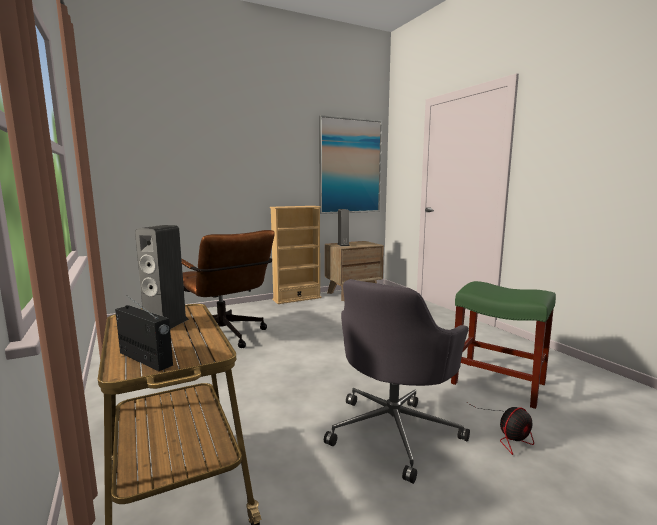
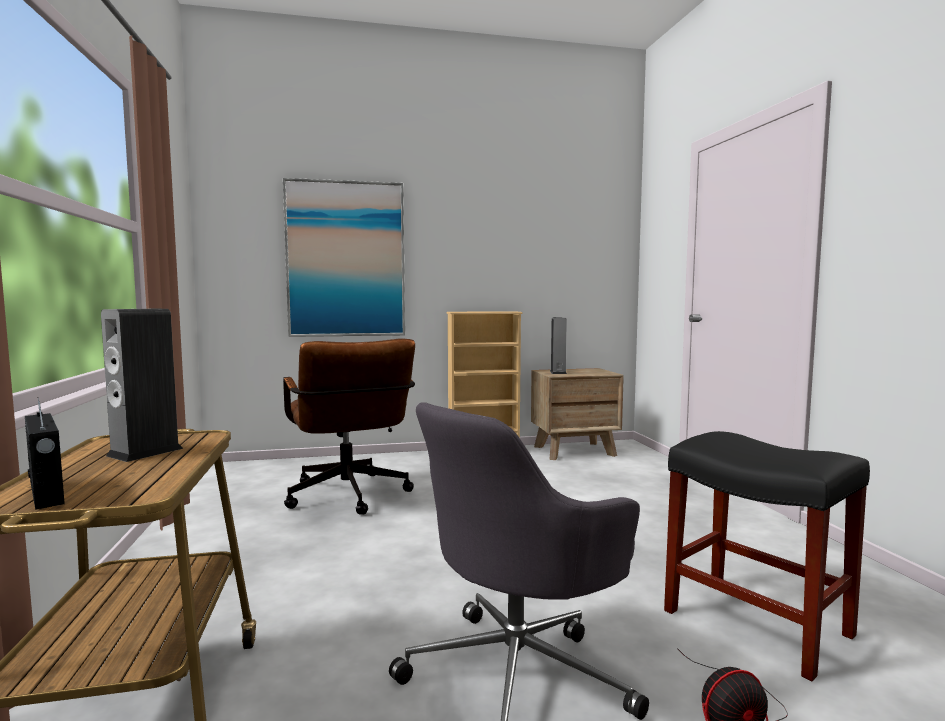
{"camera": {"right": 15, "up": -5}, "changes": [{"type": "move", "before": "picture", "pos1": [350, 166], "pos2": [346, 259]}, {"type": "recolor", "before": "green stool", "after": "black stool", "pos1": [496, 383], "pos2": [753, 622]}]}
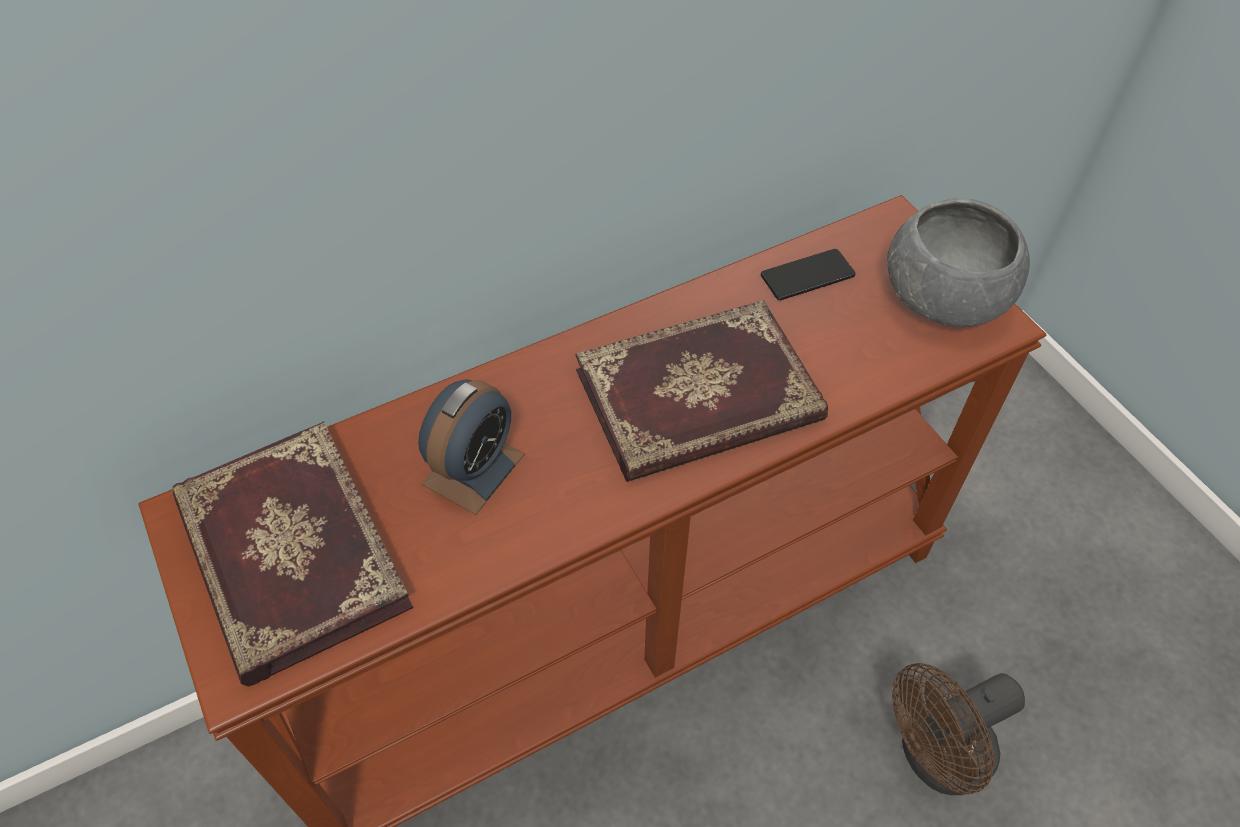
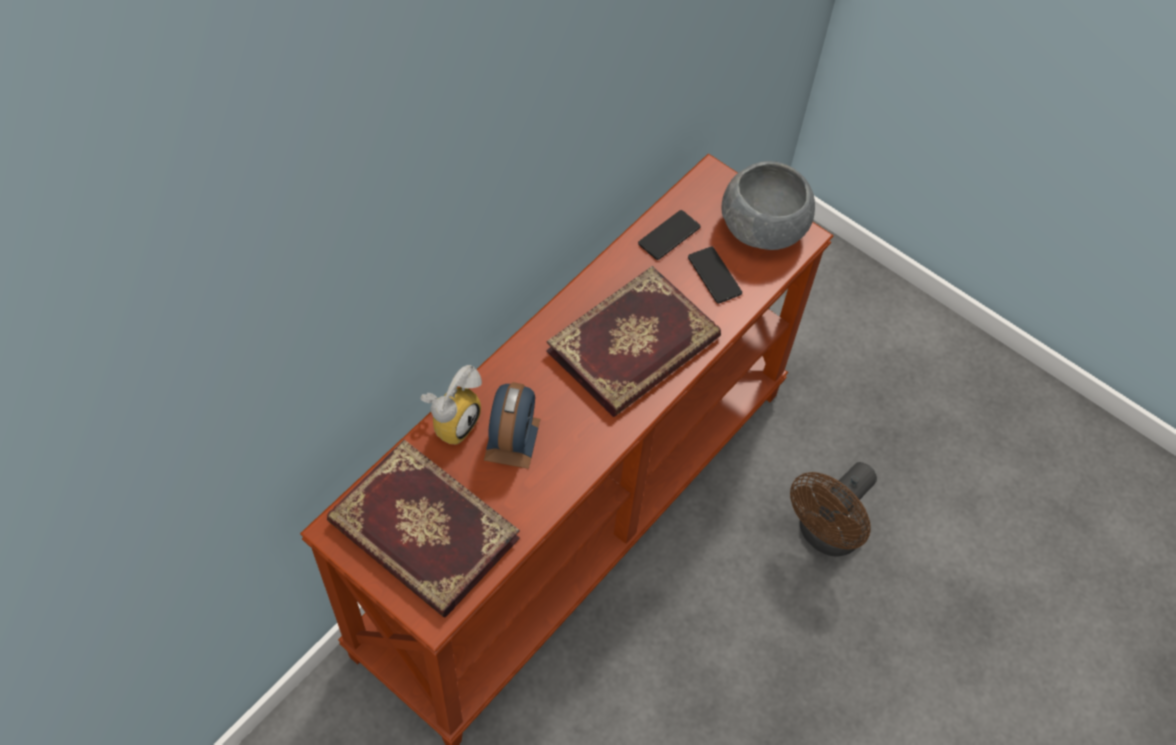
{"camera": {"right": -25, "up": 5}, "changes": [{"type": "insert", "after": "phone", "pos2": [714, 275]}, {"type": "insert", "after": "alarm clock", "pos2": [452, 420]}]}
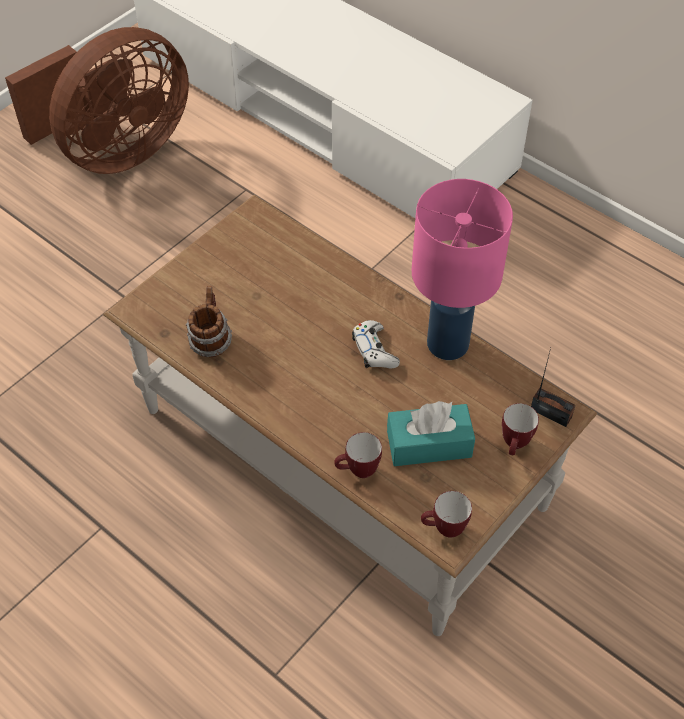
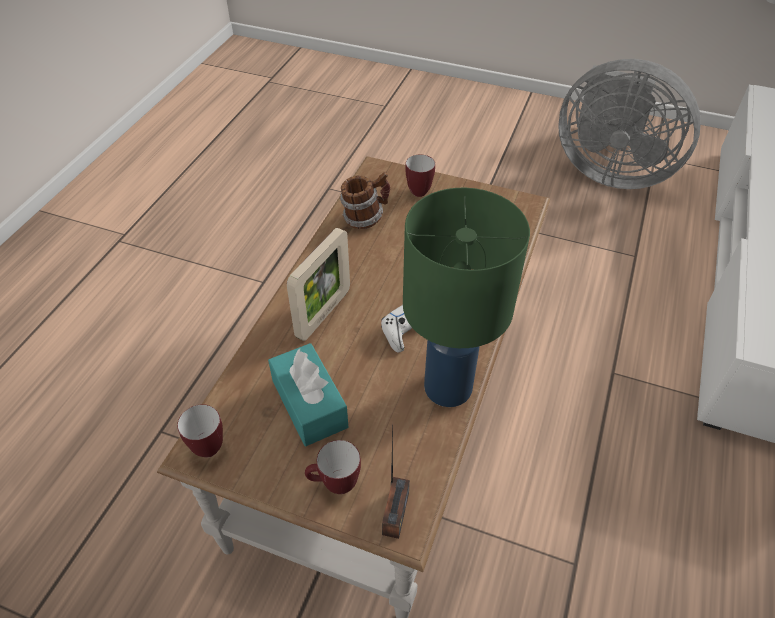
{"camera": {"right": 70, "up": -5}, "changes": [{"type": "recolor", "before": "brown fan", "after": "grey fan", "pos1": [116, 152], "pos2": [609, 171]}, {"type": "recolor", "before": "pink table lamp", "after": "green table lamp", "pos1": [447, 342], "pos2": [449, 386]}, {"type": "move", "before": "mug", "pos1": [357, 472], "pos2": [416, 190]}, {"type": "insert", "after": "picture frame", "pos2": [323, 314]}]}
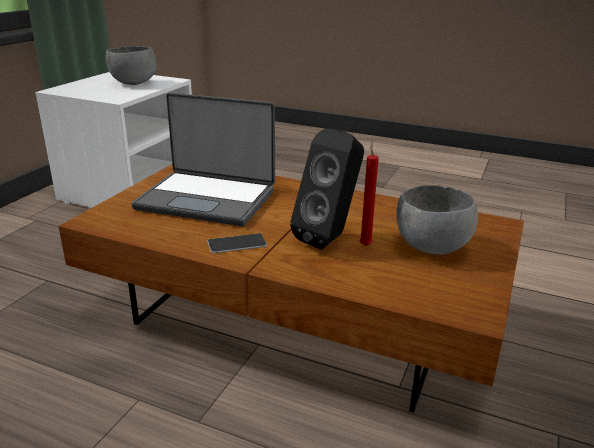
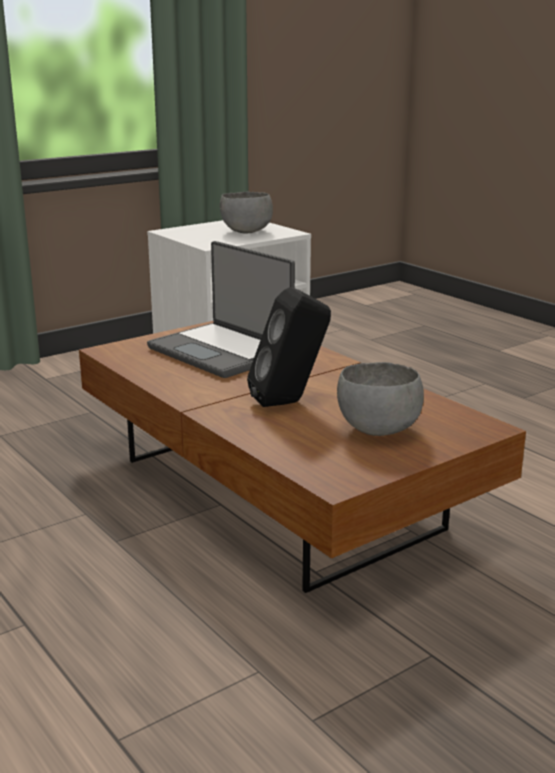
{"camera": {"right": 30, "up": -5}, "changes": [{"type": "delete", "before": "red candle", "pos1": [365, 245]}, {"type": "delete", "before": "phone", "pos1": [237, 243]}]}
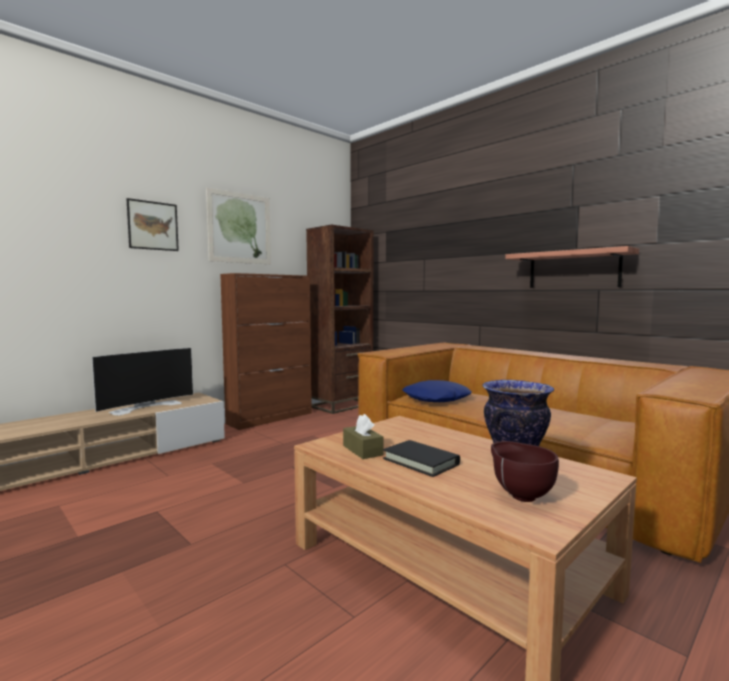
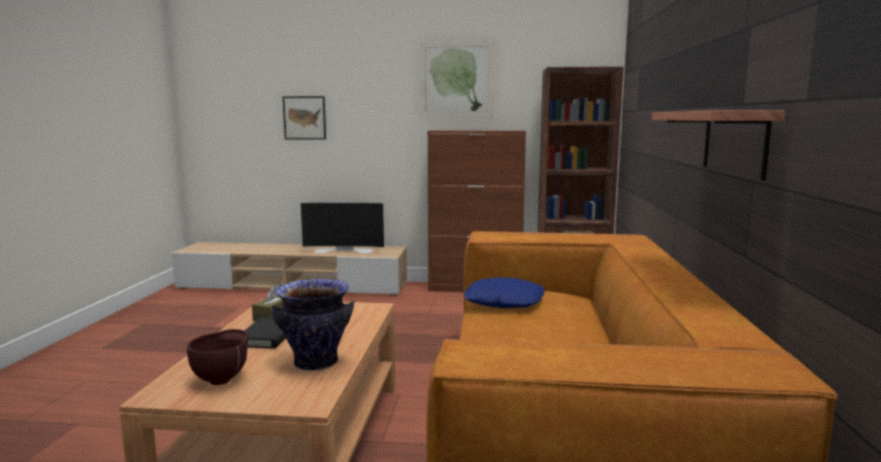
{"camera": {"right": 50, "up": 5}, "changes": [{"type": "move", "before": "picture", "pos1": [153, 225], "pos2": [304, 118]}]}
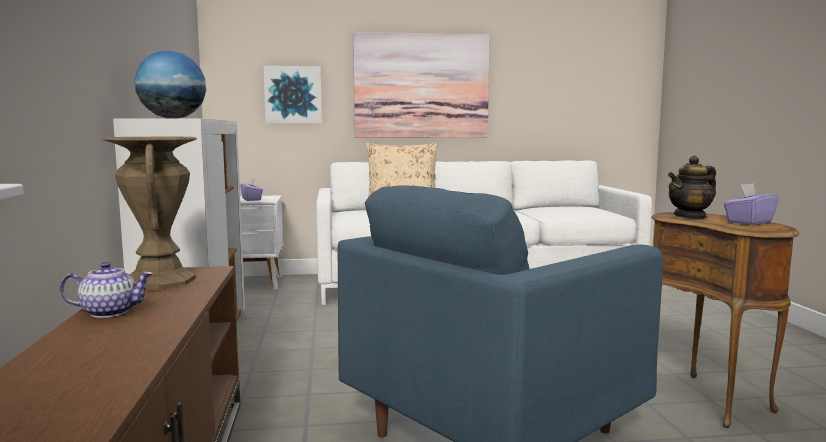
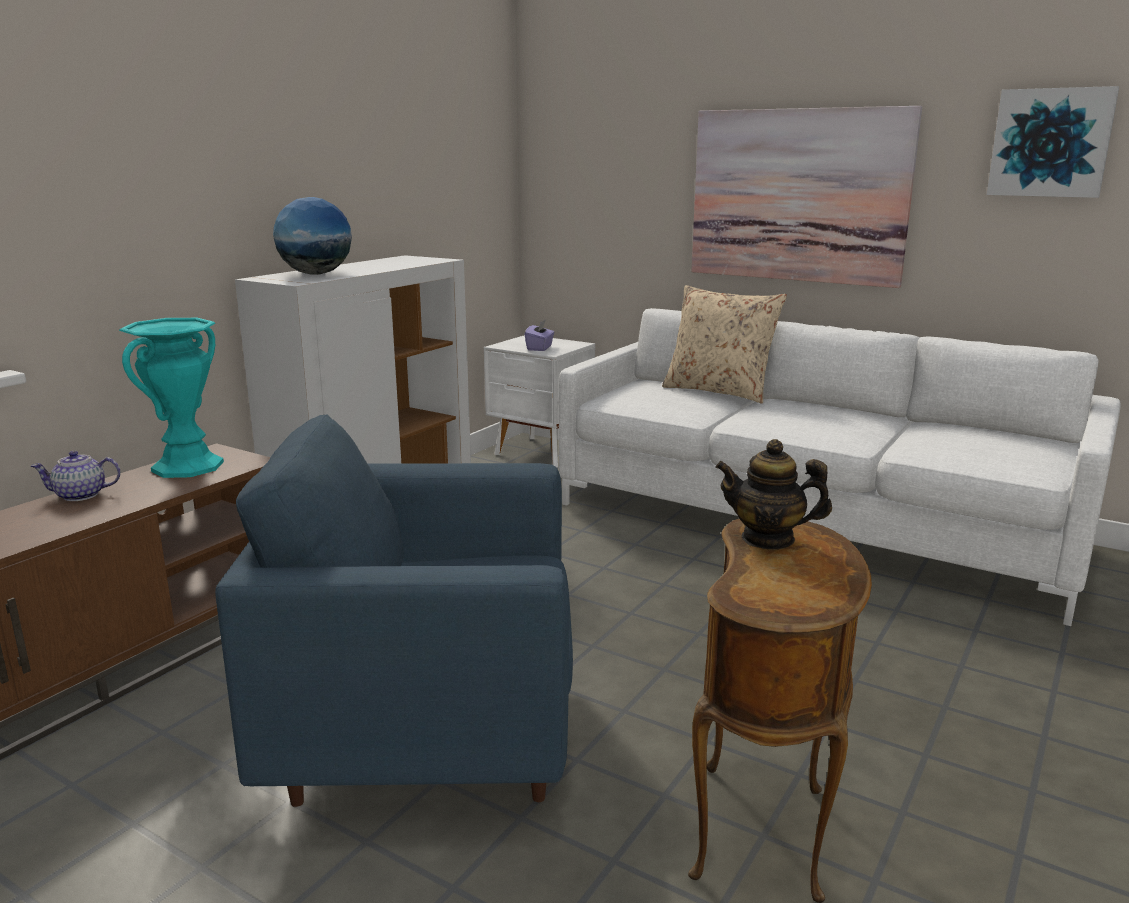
{"camera": {"right": 40, "up": 10}, "changes": [{"type": "move", "before": "picture", "pos1": [293, 95], "pos2": [1050, 143]}, {"type": "recolor", "before": "brown vase", "after": "turquoise vase", "pos1": [160, 281], "pos2": [188, 466]}, {"type": "delete", "before": "purple tissue box", "pos1": [749, 222]}, {"type": "rotate", "before": "teapot", "pos1": [109, 312], "pos2": [81, 495], "turn": 135}]}
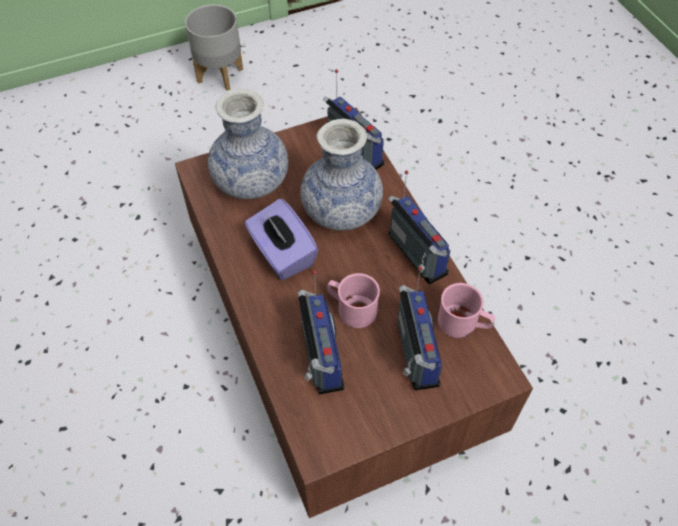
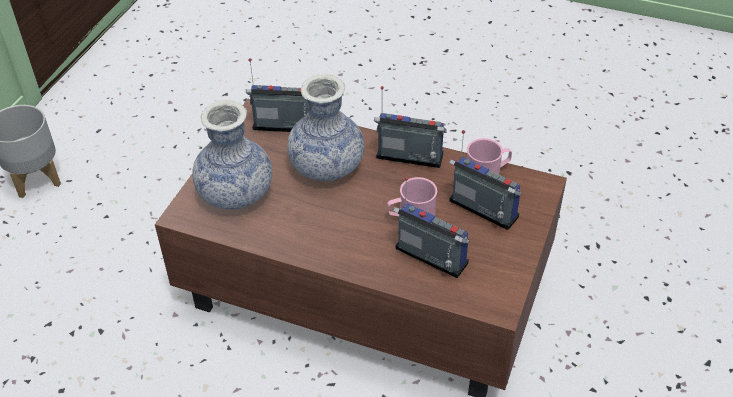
{"camera": {"right": -45, "up": -10}, "changes": [{"type": "delete", "before": "purple tissue box", "pos1": [282, 254]}]}
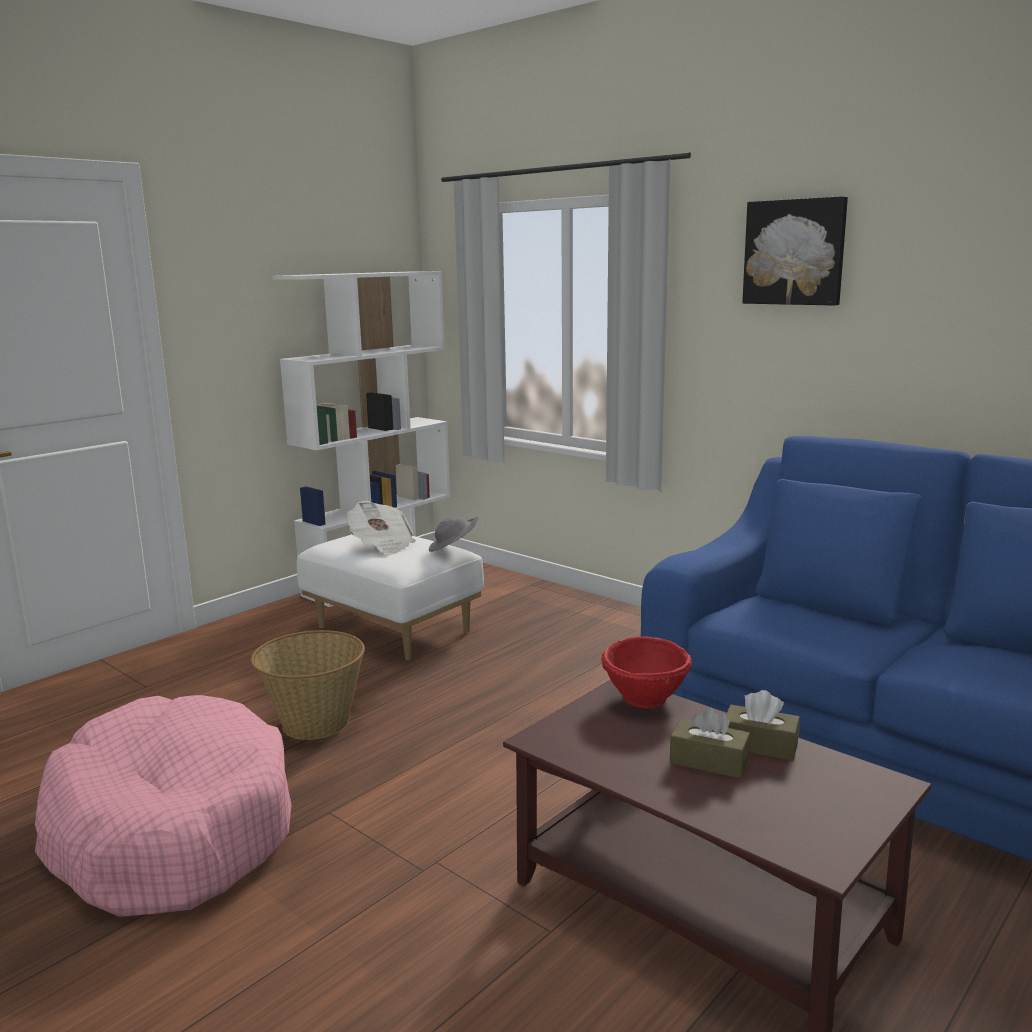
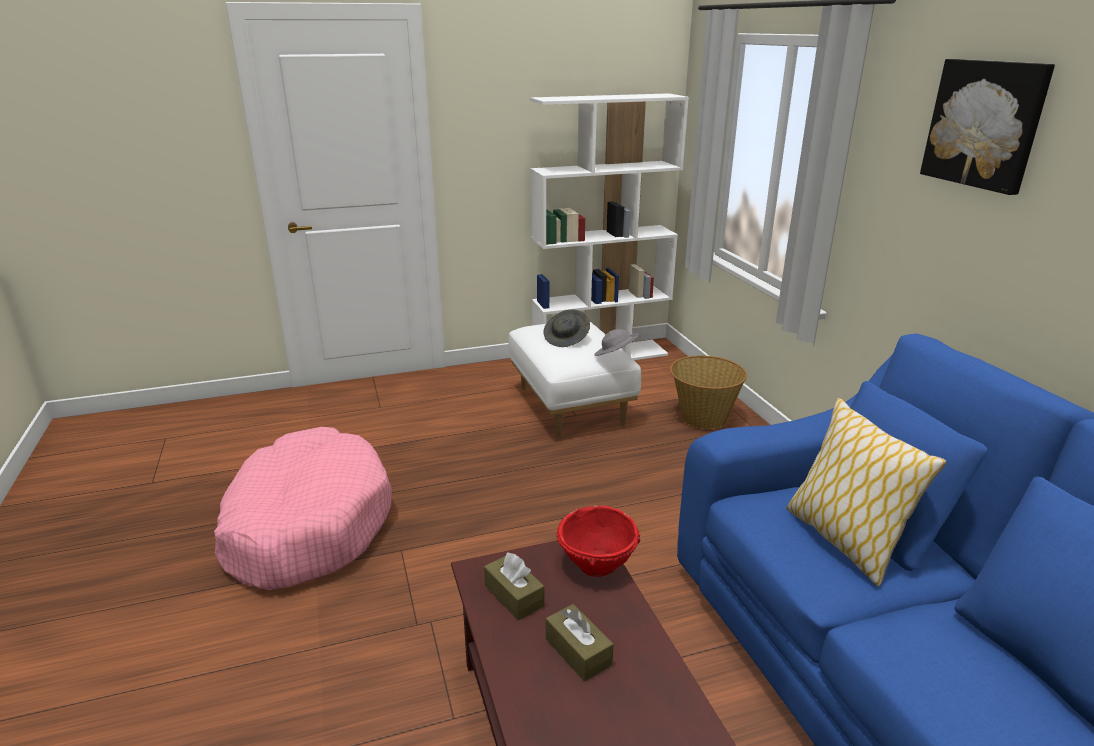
{"camera": {"right": 30, "up": 10}, "changes": [{"type": "replace", "before": "newspaper", "after": "grey hat", "pos1": [382, 545], "pos2": [567, 339]}, {"type": "move", "before": "basket", "pos1": [314, 723], "pos2": [702, 418]}, {"type": "move", "before": "brown tissue box", "pos1": [760, 745], "pos2": [514, 596]}, {"type": "insert", "after": "pillow", "pos2": [843, 540]}]}
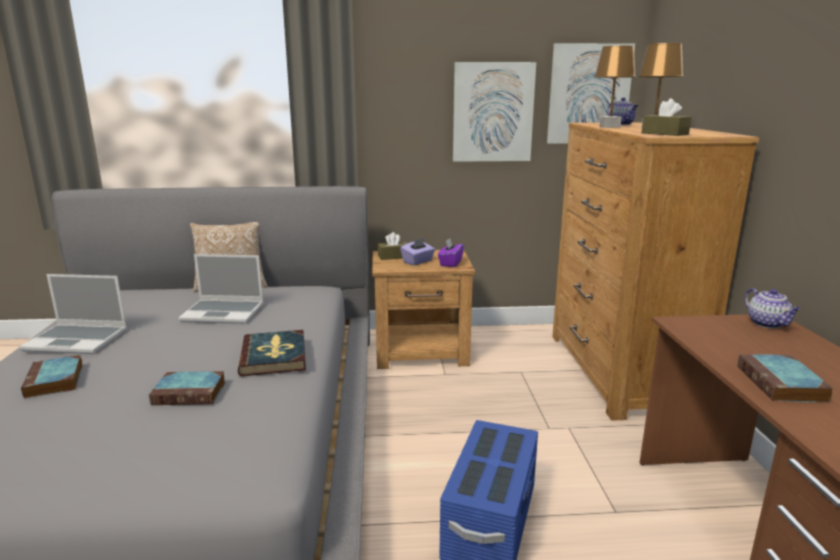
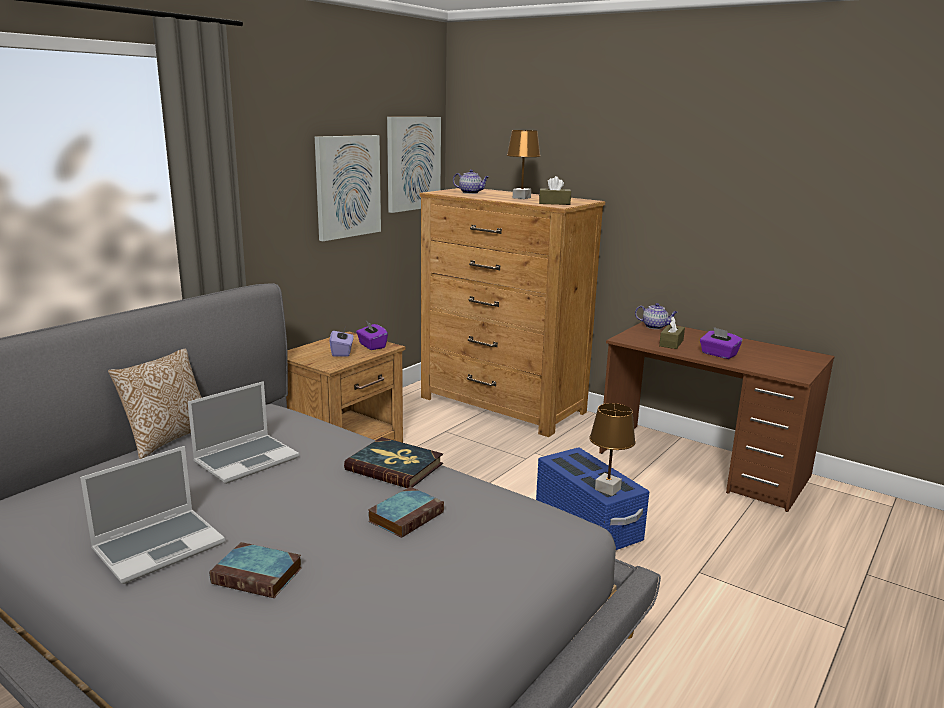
{"camera": {"right": -50, "up": 0}, "changes": [{"type": "move", "before": "brown table lamp", "pos1": [609, 127], "pos2": [607, 489]}, {"type": "move", "before": "brown tissue box", "pos1": [393, 256], "pos2": [671, 343]}, {"type": "replace", "before": "book", "after": "purple tissue box", "pos1": [782, 384], "pos2": [718, 354]}]}
